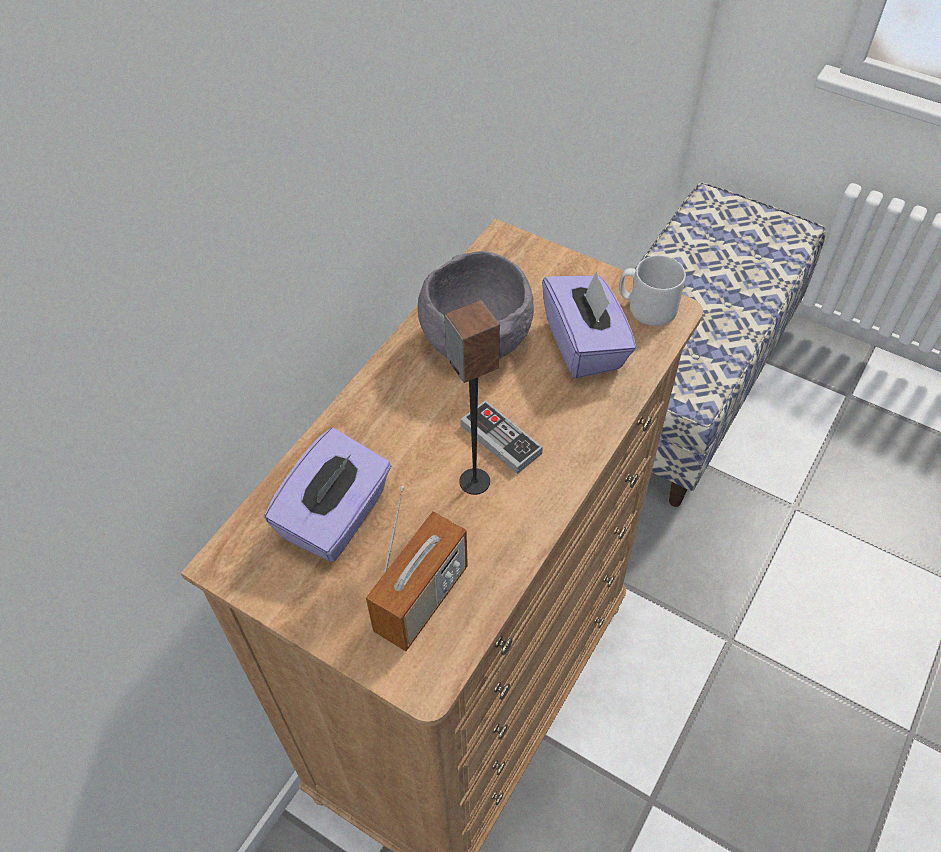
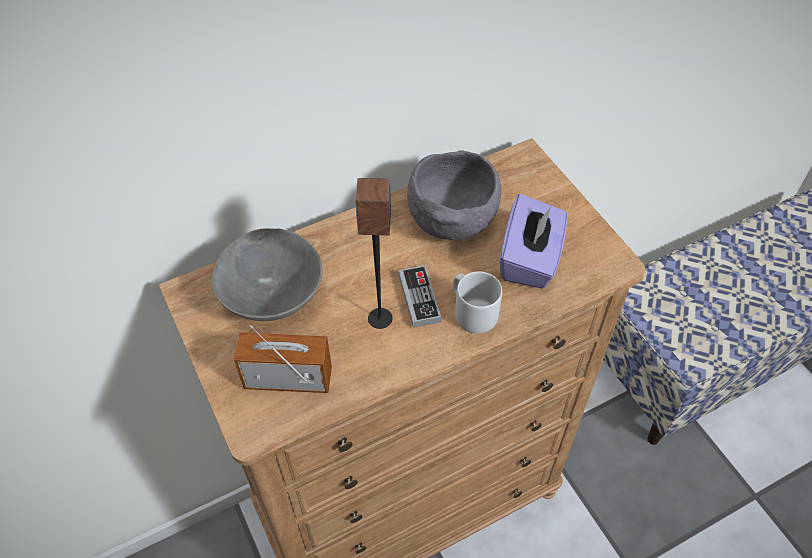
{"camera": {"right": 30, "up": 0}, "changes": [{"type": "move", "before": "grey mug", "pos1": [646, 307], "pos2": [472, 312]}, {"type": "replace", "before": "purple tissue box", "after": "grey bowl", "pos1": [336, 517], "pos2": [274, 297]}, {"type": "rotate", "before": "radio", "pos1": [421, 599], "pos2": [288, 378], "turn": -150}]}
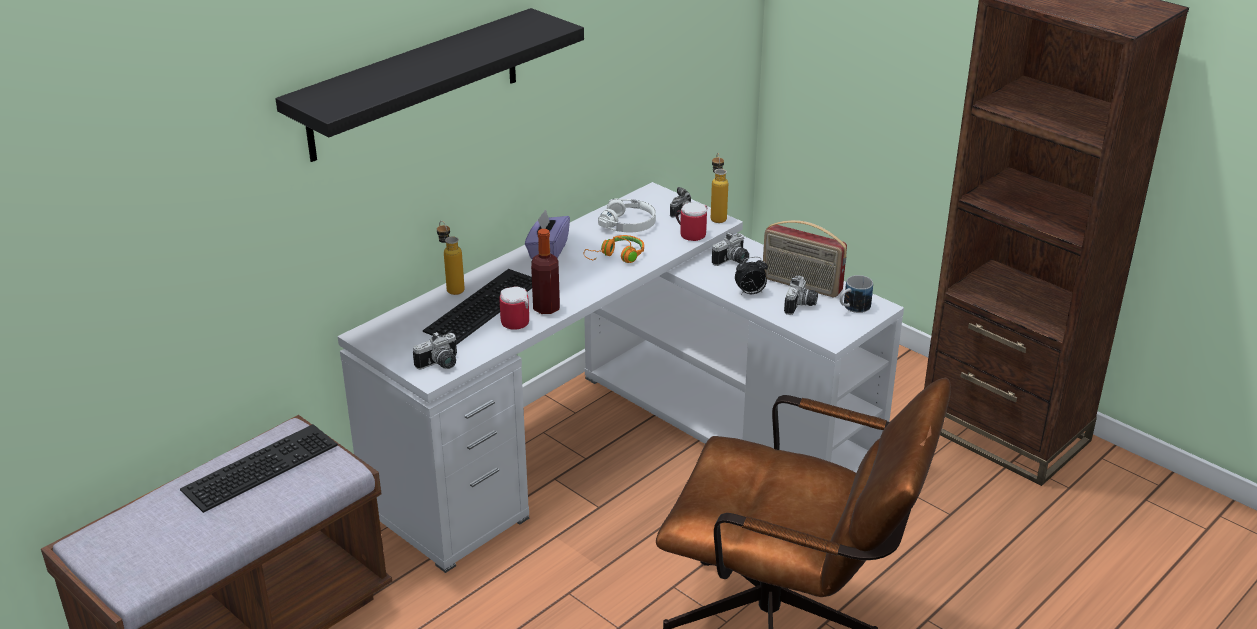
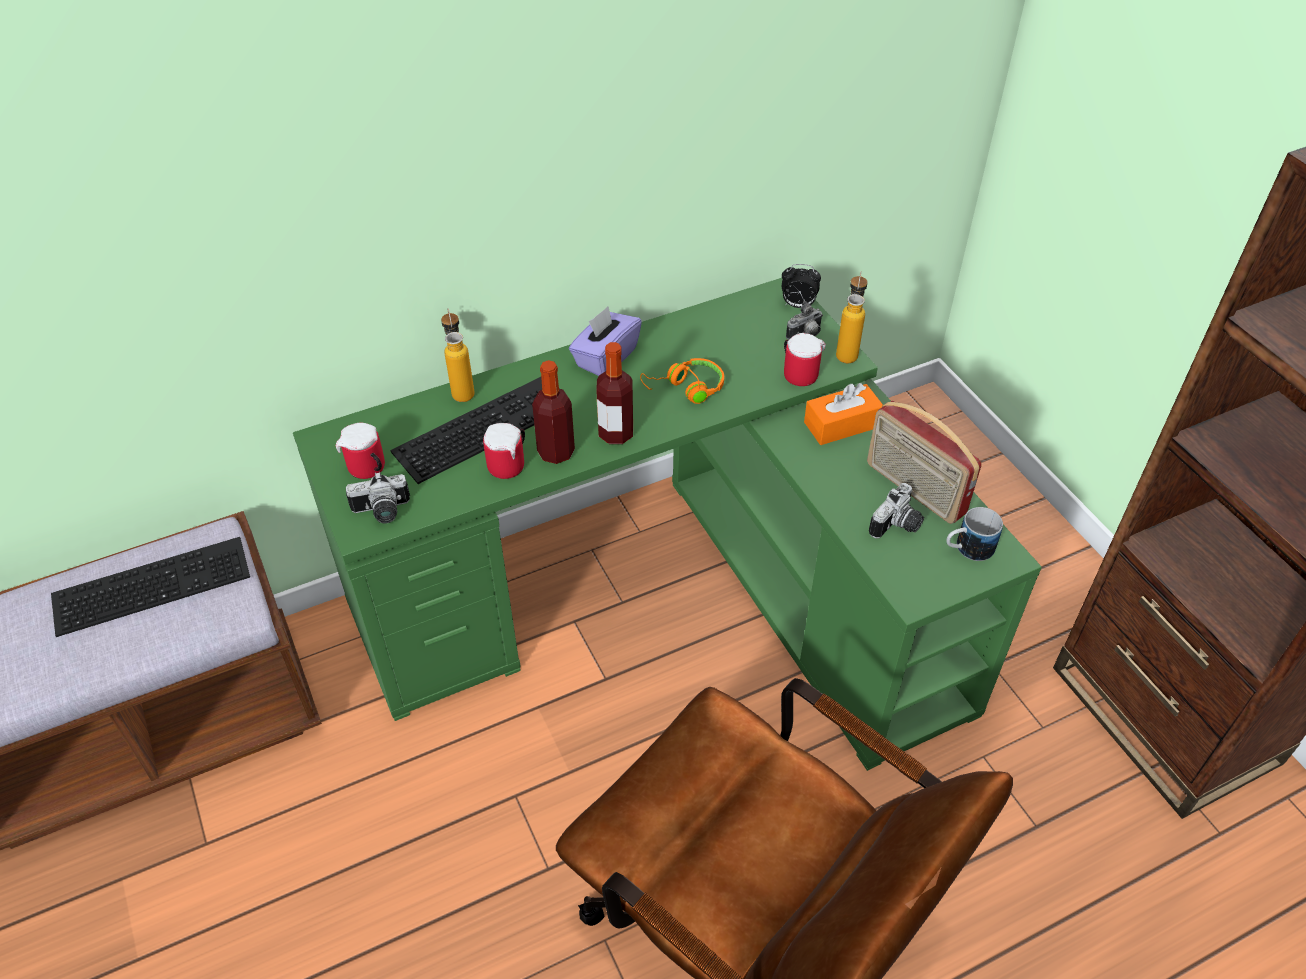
{"camera": {"right": 20, "up": 15}, "changes": [{"type": "delete", "before": "black shelf", "pos1": [415, 84]}, {"type": "recolor", "before": "white desk", "after": "green desk", "pos1": [624, 443], "pos2": [675, 593]}, {"type": "delete", "before": "white headphones", "pos1": [629, 223]}, {"type": "replace", "before": "photo camera", "after": "orange tissue box", "pos1": [733, 261], "pos2": [841, 424]}, {"type": "move", "before": "alarm clock", "pos1": [750, 293], "pos2": [797, 305]}, {"type": "insert", "after": "bottle", "pos2": [616, 433]}, {"type": "insert", "after": "mug", "pos2": [368, 470]}]}
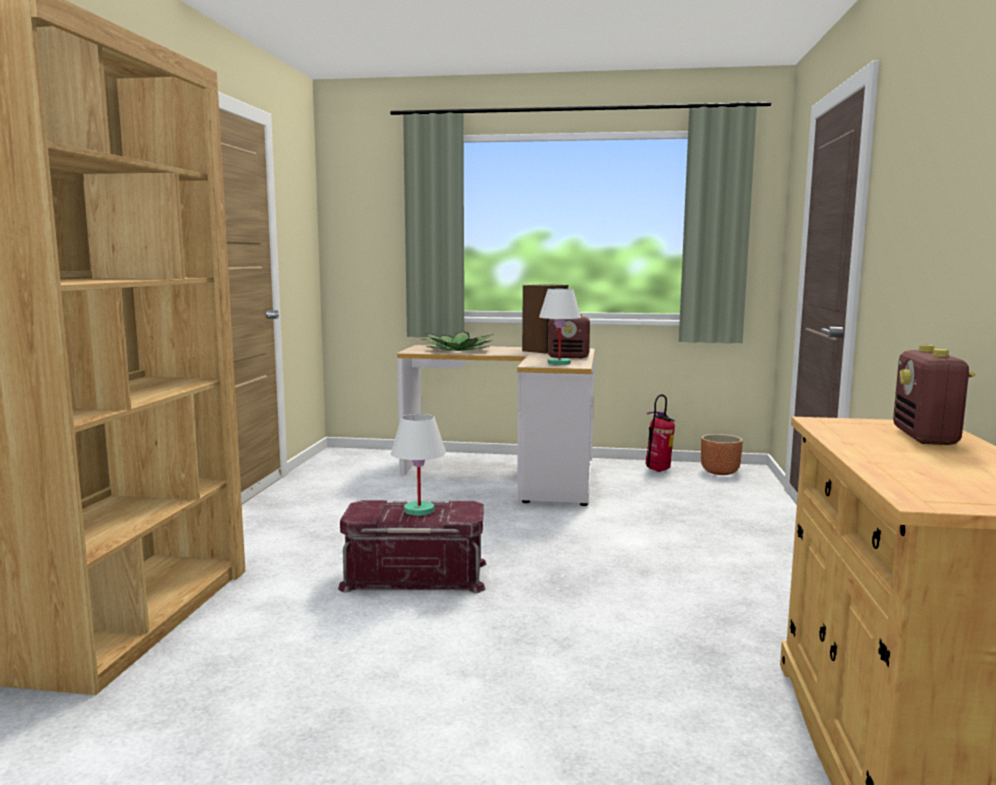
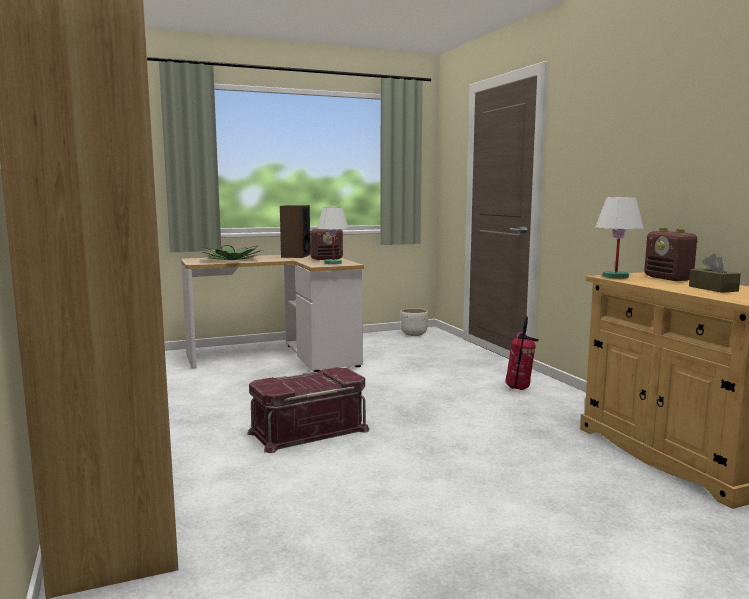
{"camera": {"right": -30, "up": 0}, "changes": [{"type": "move", "before": "fire extinguisher", "pos1": [658, 470], "pos2": [519, 389]}, {"type": "move", "before": "white table lamp", "pos1": [418, 510], "pos2": [615, 276]}, {"type": "recolor", "before": "brown planter", "after": "white planter", "pos1": [720, 472], "pos2": [414, 334]}, {"type": "insert", "after": "brown tissue box", "pos2": [713, 289]}]}
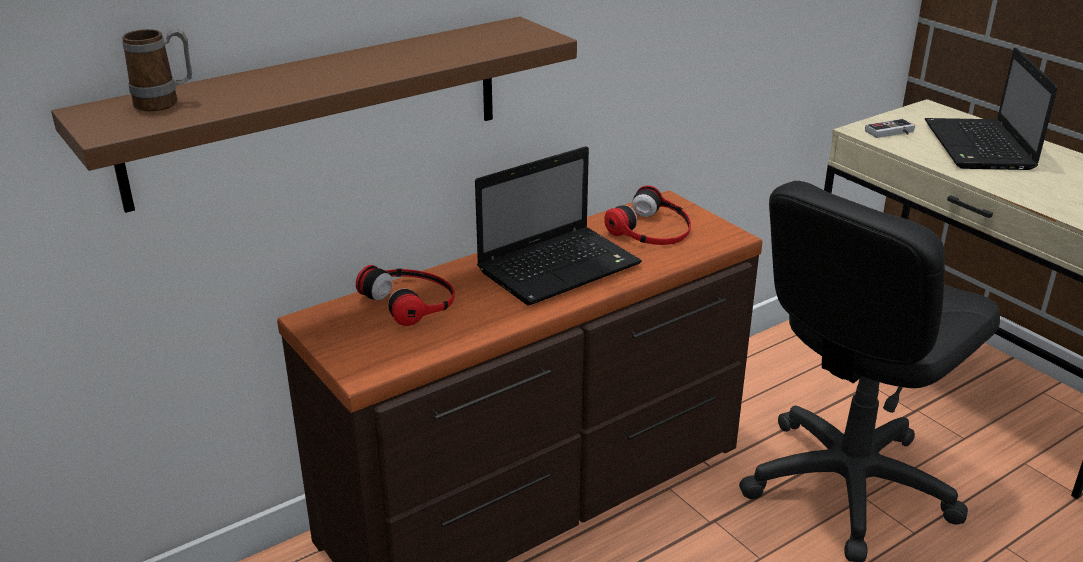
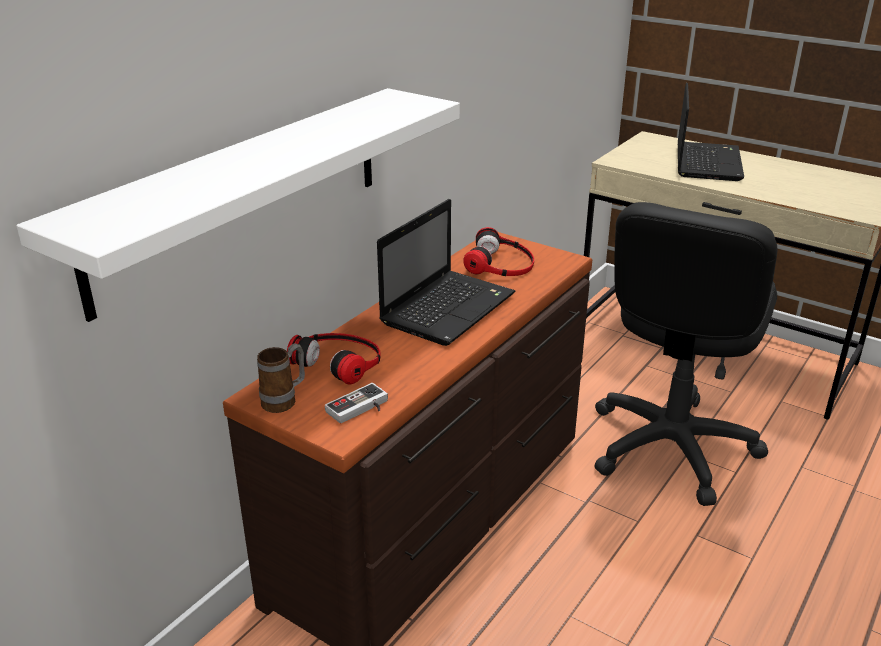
{"camera": {"right": -20, "up": 0}, "changes": [{"type": "recolor", "before": "brown shelf", "after": "white shelf", "pos1": [318, 110], "pos2": [243, 194]}, {"type": "move", "before": "mug", "pos1": [165, 103], "pos2": [285, 401]}, {"type": "rotate", "before": "laptop", "pos1": [980, 147], "pos2": [706, 162], "turn": -150}, {"type": "move", "before": "game controller", "pos1": [892, 133], "pos2": [360, 409]}]}
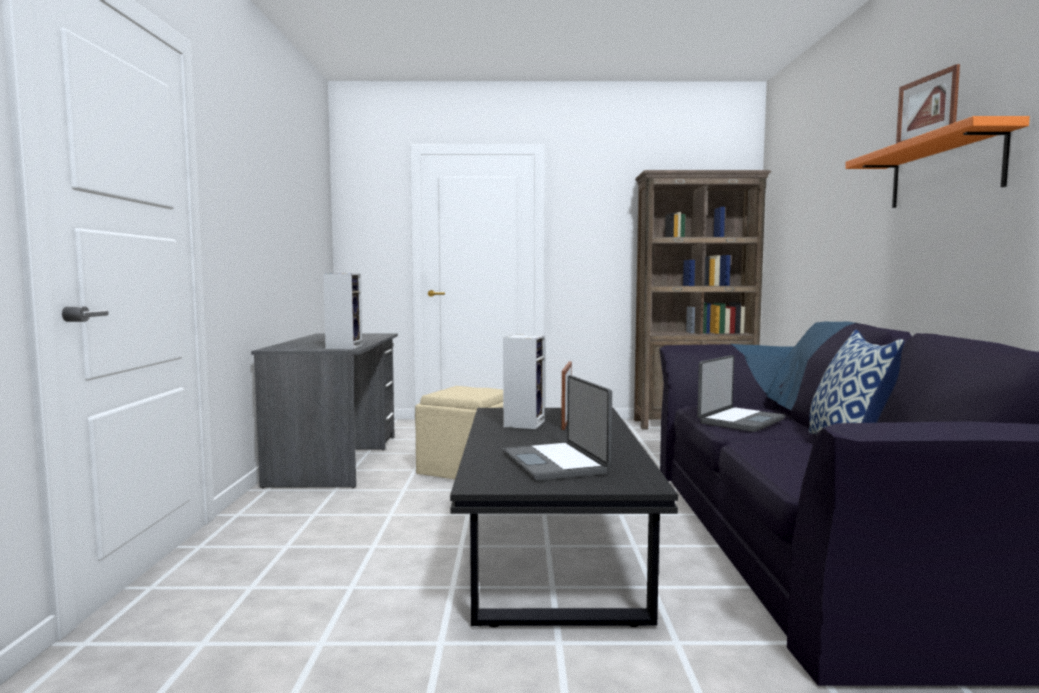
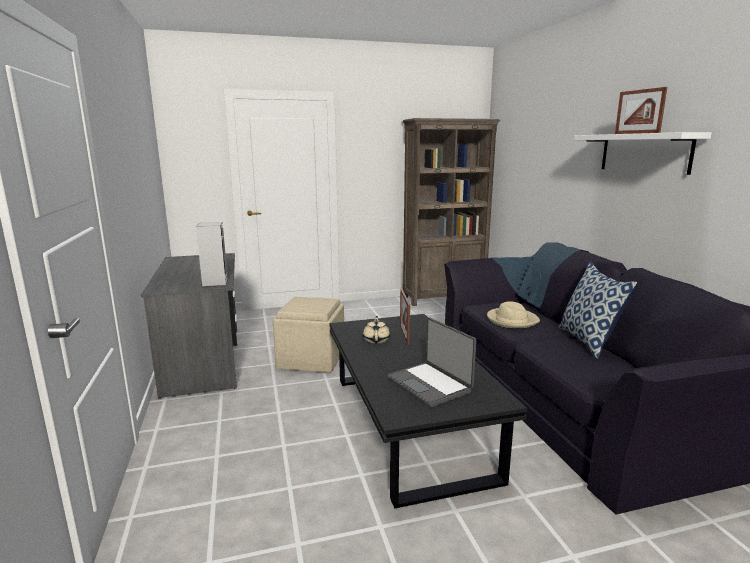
{"camera": {"right": -15, "up": 10}, "changes": [{"type": "recolor", "before": "orange shelf", "after": "white shelf", "pos1": [944, 170], "pos2": [644, 153]}, {"type": "replace", "before": "speaker", "after": "beige teapot", "pos1": [523, 423], "pos2": [376, 339]}, {"type": "replace", "before": "laptop", "after": "beige hat", "pos1": [739, 421], "pos2": [512, 320]}]}
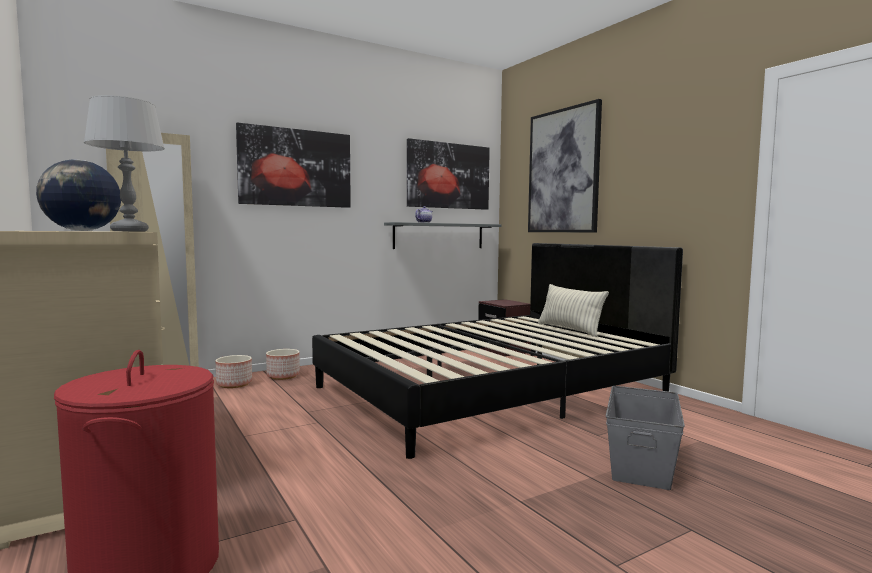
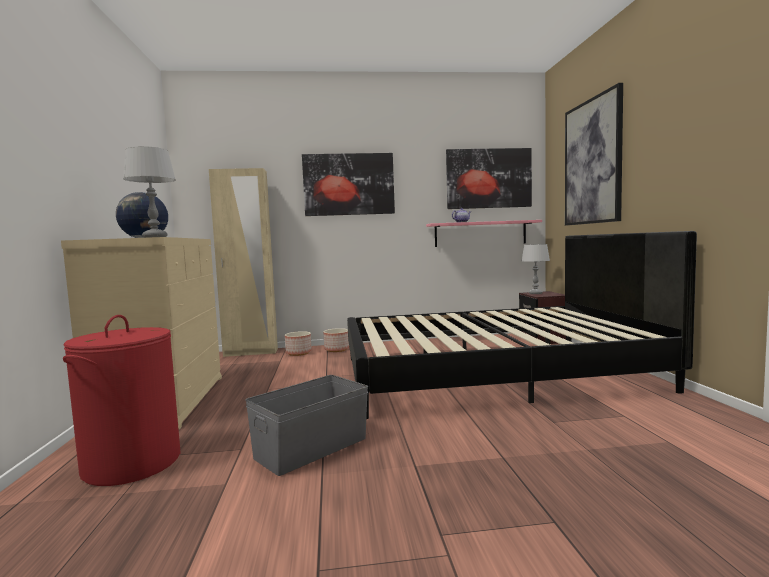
{"camera": {"right": 25, "up": 0}, "changes": [{"type": "recolor", "before": "grey shelf", "after": "pink shelf", "pos1": [439, 236], "pos2": [480, 233]}, {"type": "delete", "before": "pillow", "pos1": [569, 329]}, {"type": "move", "before": "grey storage box", "pos1": [642, 461], "pos2": [312, 448]}, {"type": "insert", "after": "grey table lamp", "pos2": [535, 293]}]}
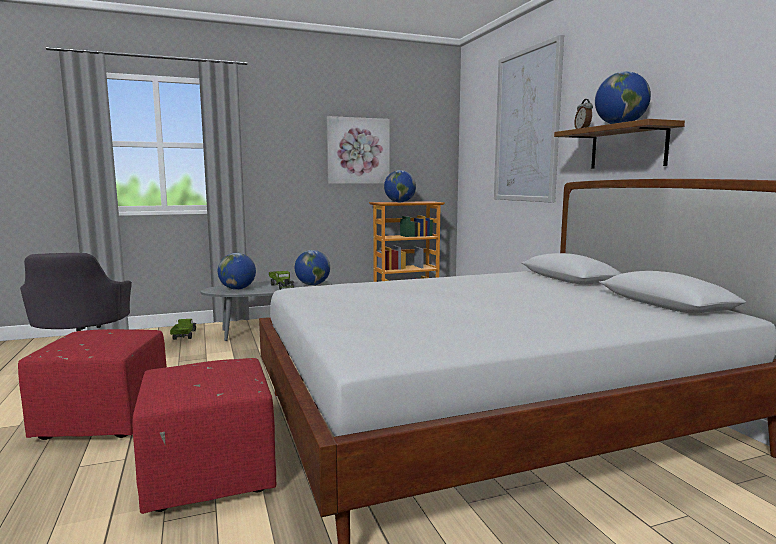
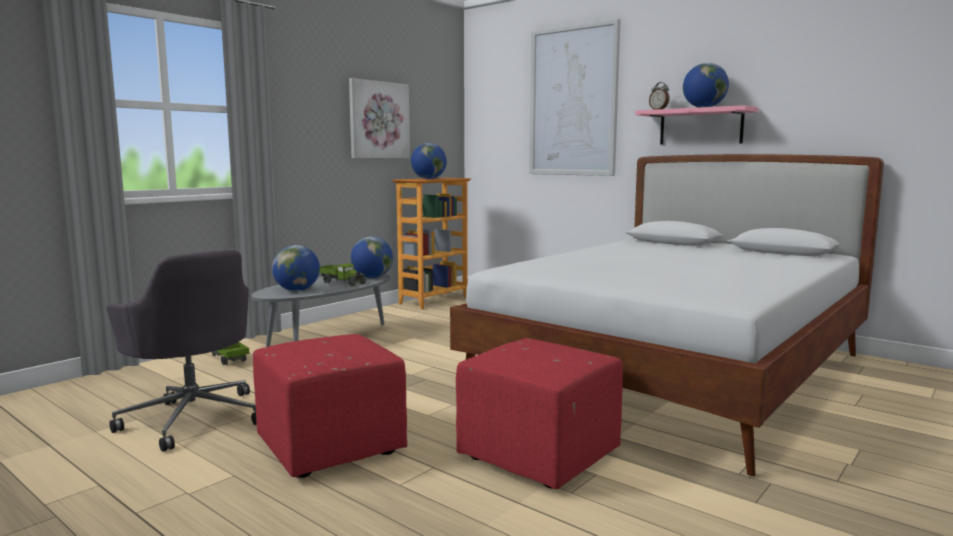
{"camera": {"right": -30, "up": 0}, "changes": [{"type": "recolor", "before": "brown shelf", "after": "pink shelf", "pos1": [628, 147], "pos2": [700, 127]}]}
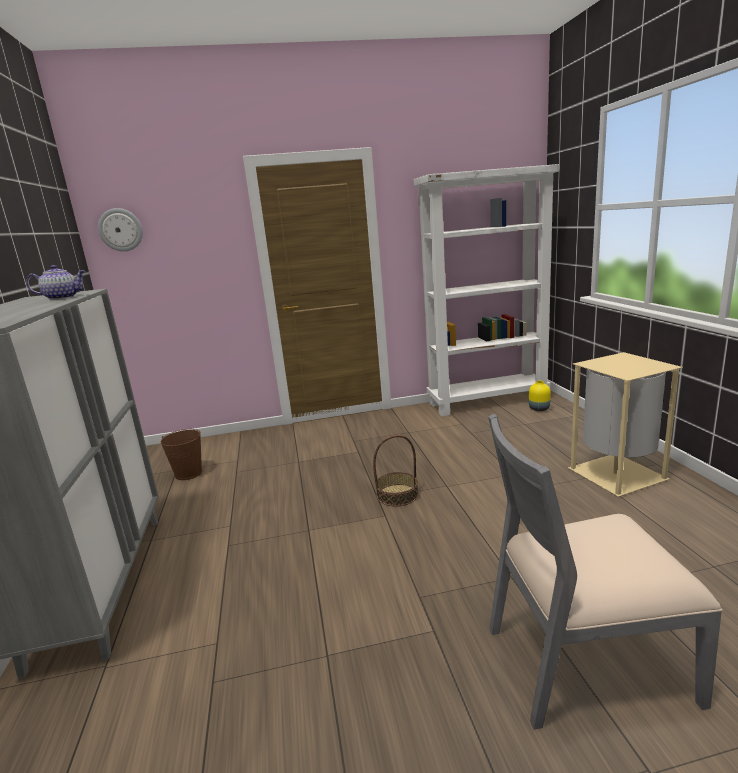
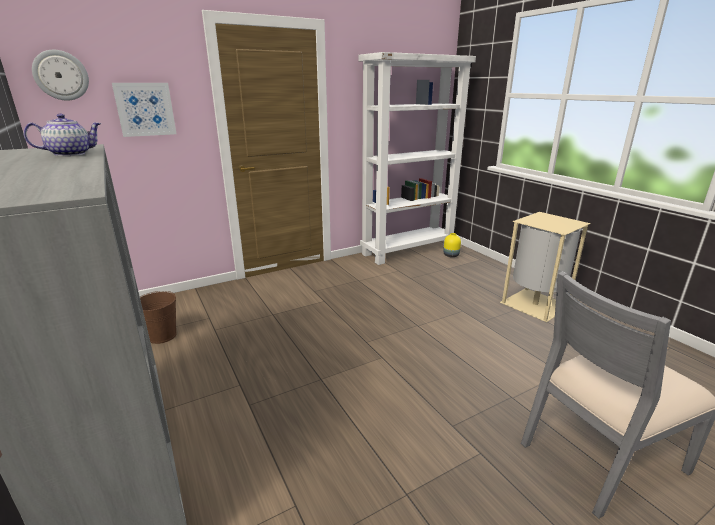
{"camera": {"right": -20, "up": 5}, "changes": [{"type": "delete", "before": "basket", "pos1": [397, 495]}, {"type": "insert", "after": "picture", "pos2": [145, 109]}]}
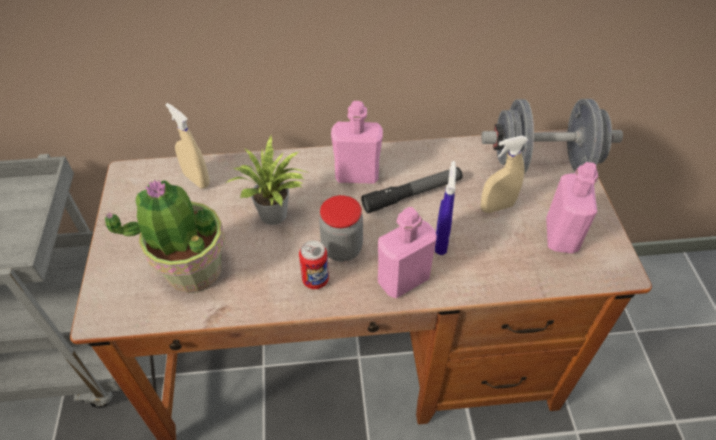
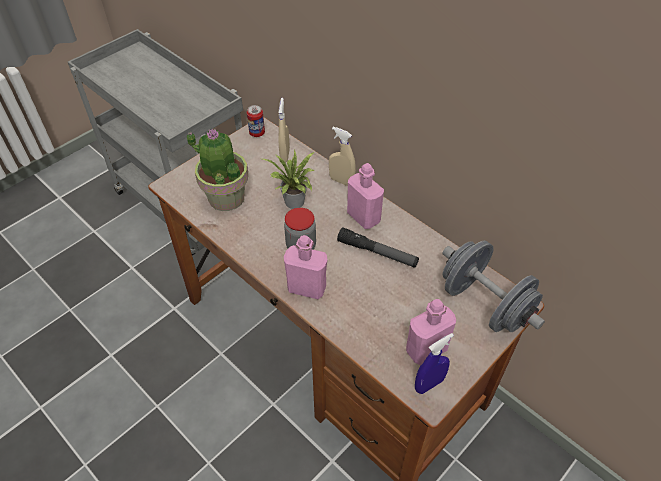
{"camera": {"right": 50, "up": 0}, "changes": [{"type": "move", "before": "beige spray bottle", "pos1": [497, 207], "pos2": [341, 181]}, {"type": "move", "before": "blue spray bottle", "pos1": [441, 241], "pos2": [429, 384]}, {"type": "move", "before": "can", "pos1": [315, 280], "pos2": [257, 133]}]}
